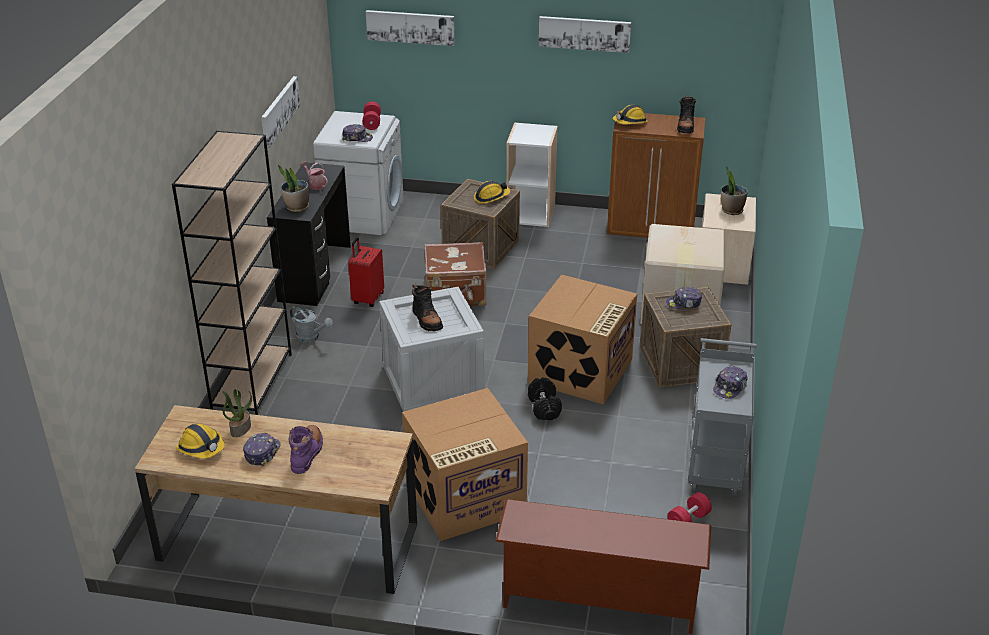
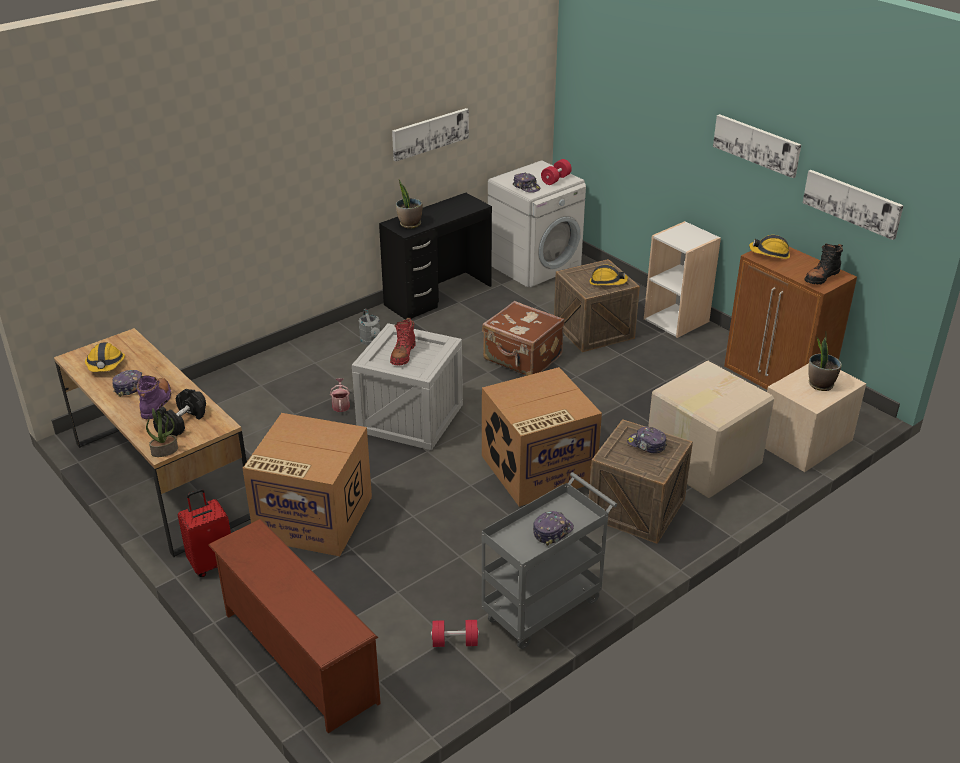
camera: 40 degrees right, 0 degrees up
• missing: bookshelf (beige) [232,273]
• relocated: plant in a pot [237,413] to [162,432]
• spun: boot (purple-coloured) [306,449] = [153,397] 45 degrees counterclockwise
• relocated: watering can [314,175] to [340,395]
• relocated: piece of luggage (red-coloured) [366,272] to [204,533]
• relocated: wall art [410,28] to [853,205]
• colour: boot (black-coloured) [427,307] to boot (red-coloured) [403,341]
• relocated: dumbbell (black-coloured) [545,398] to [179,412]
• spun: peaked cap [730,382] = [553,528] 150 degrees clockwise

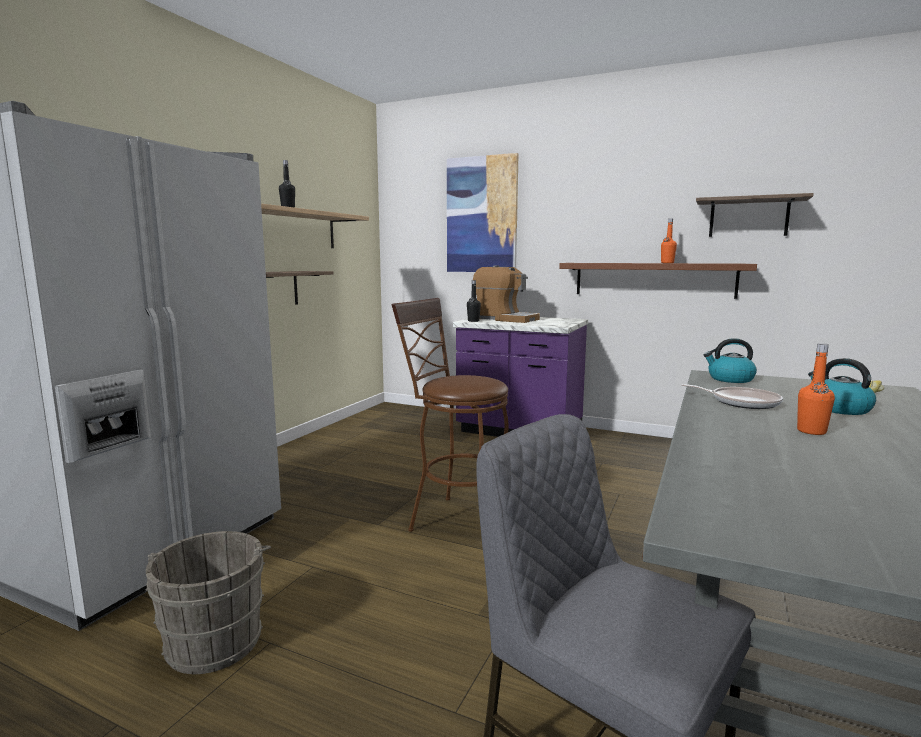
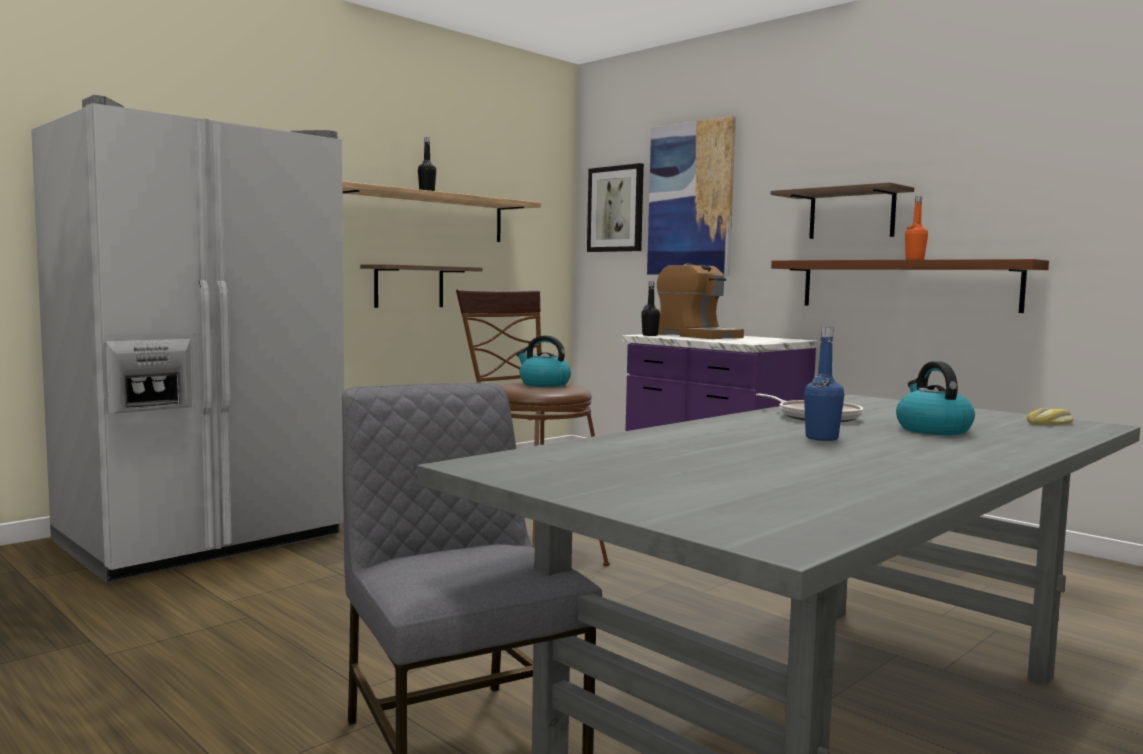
camera: 20 degrees right, 5 degrees down
• missing: water bucket (greyish) [208,602]
• relocated: bracket shelf [755,215] to [842,210]
• relocated: kettle [730,360] to [543,361]
• colour: bottle (orange-coloured) [816,389] to bottle (blue) [824,384]
• appeared: wall art [615,207]

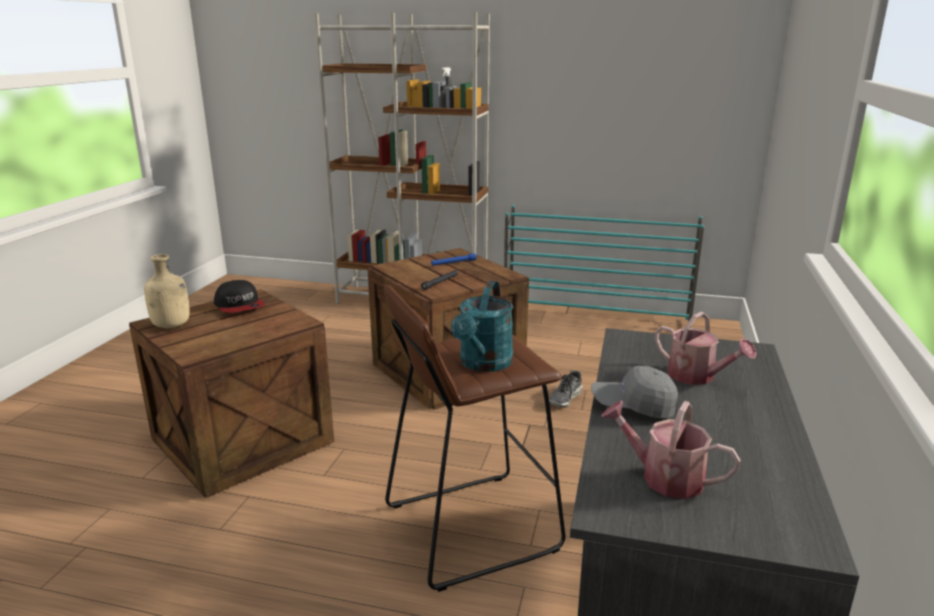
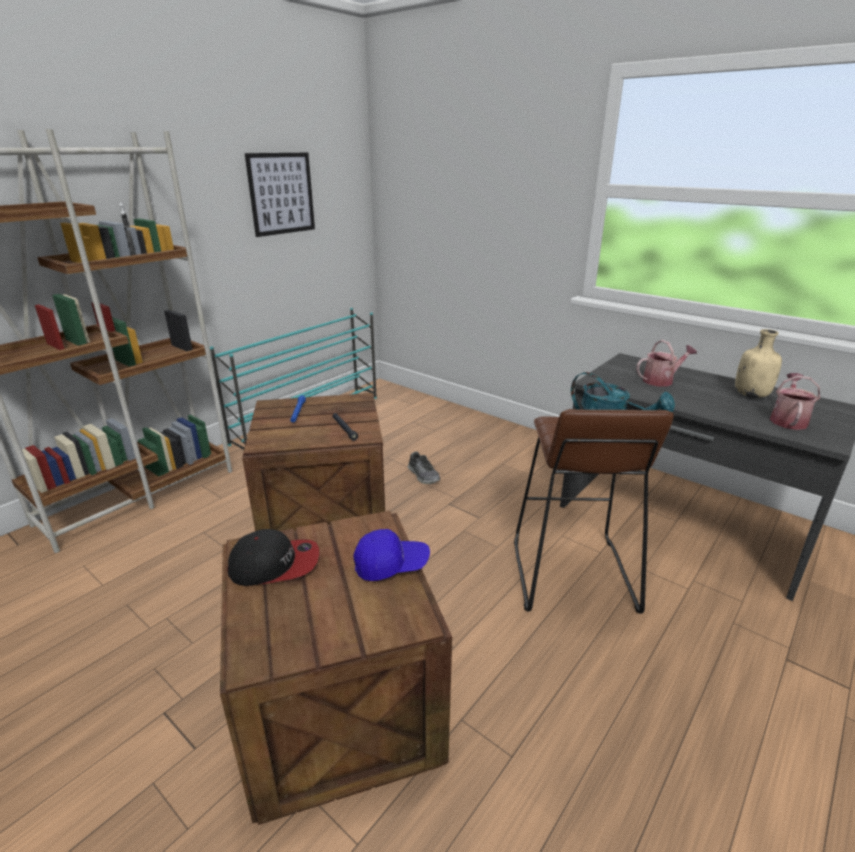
camera: 65 degrees left, 5 degrees up
• relocated: bottle (beige) [167,291] to [758,363]
• missing: peaked cap (greyish) [634,392]
• spun: watering can [671,450] = [795,401] 150 degrees clockwise
• appeared: wall art [280,195]
• appeared: peaked cap (blue) [392,555]

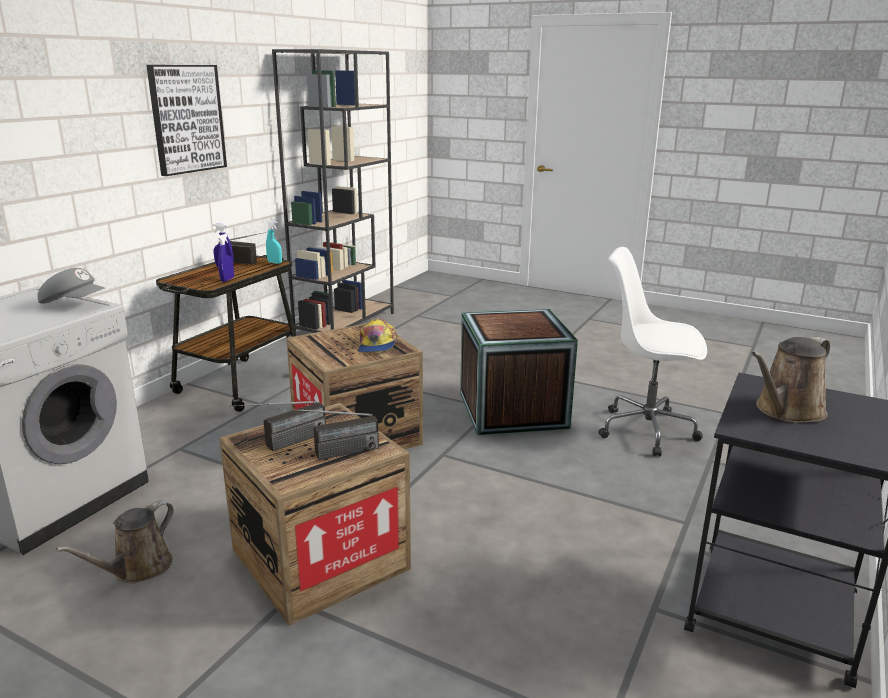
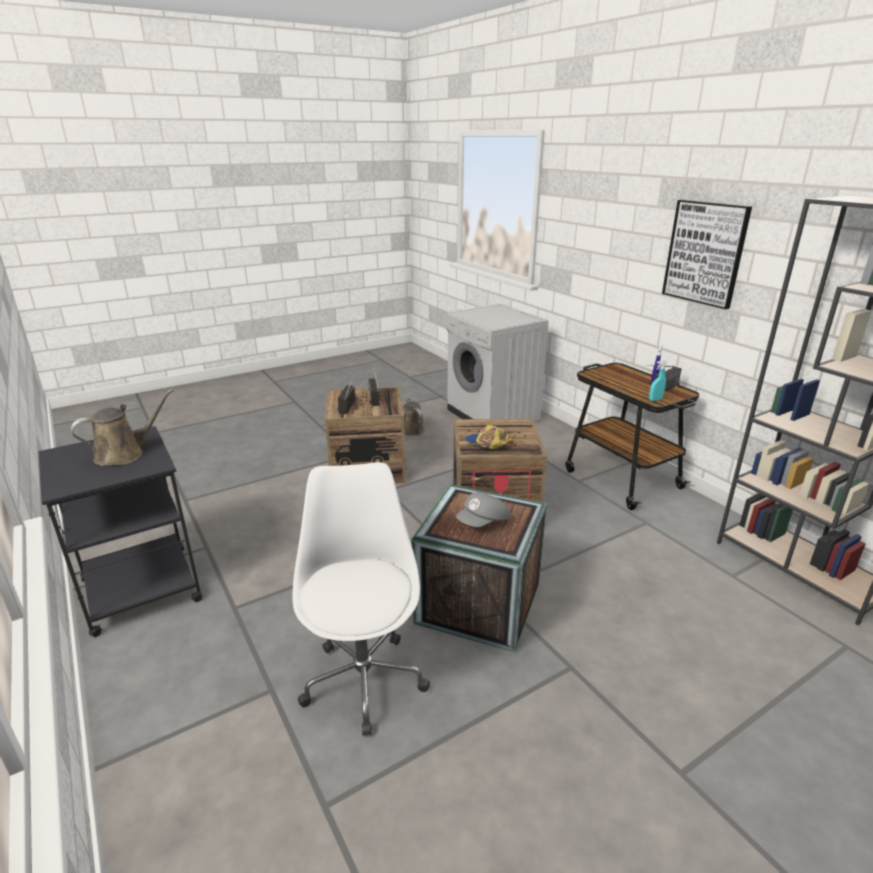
camera: 120 degrees right, 5 degrees up
• relocated: peaked cap (greyish) [71,286] to [483,509]
• missing: sprayer (blue) [226,257]
• spun: desk chair (white) [652,352] = [361,599] 60 degrees counterclockwise
• spun: watering can (brown) [790,380] = [122,427] 60 degrees clockwise

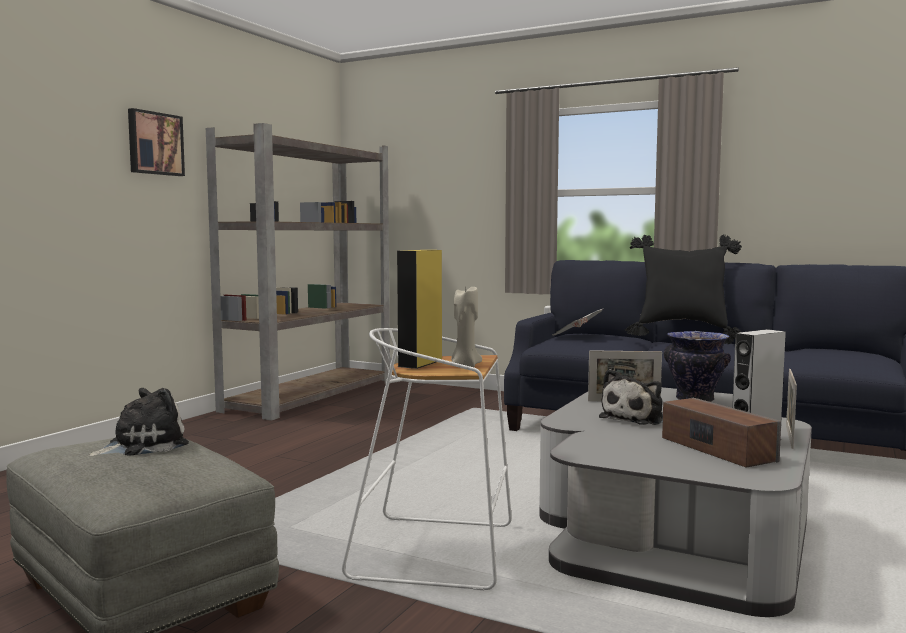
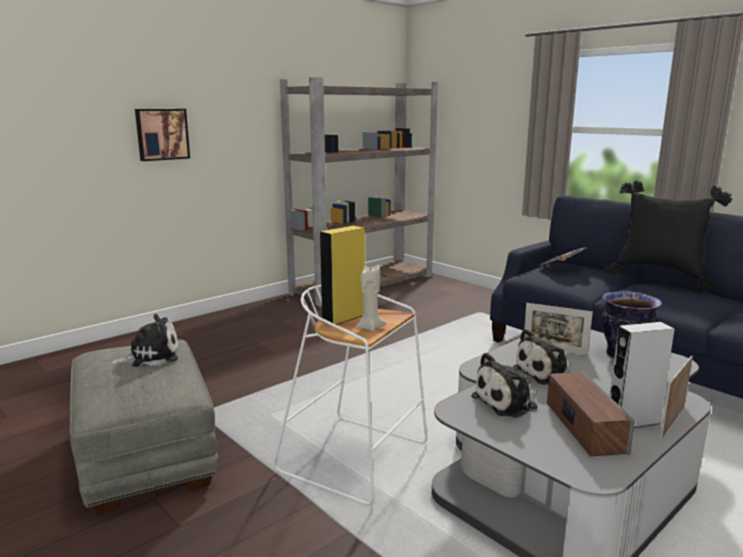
camera: 20 degrees right, 10 degrees up
• relocated: wall art [156,142] to [162,135]
• appeared: plush toy [504,385]

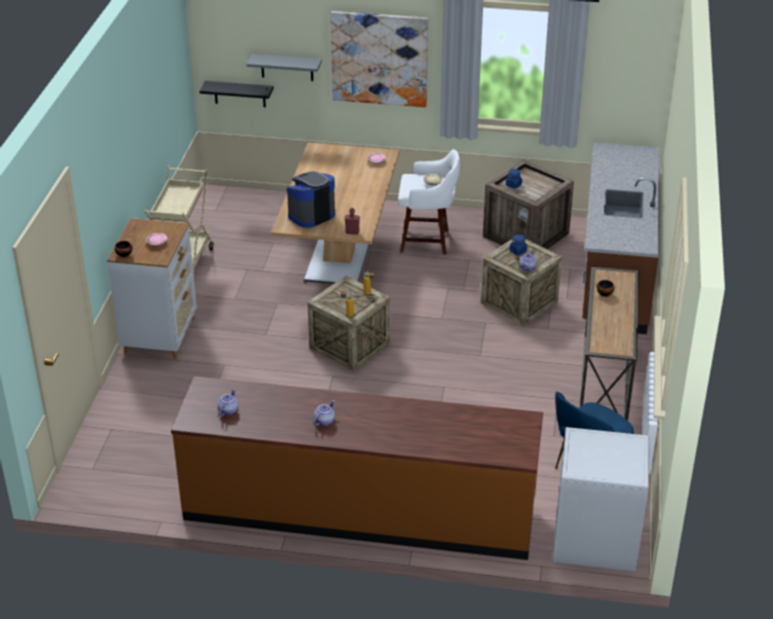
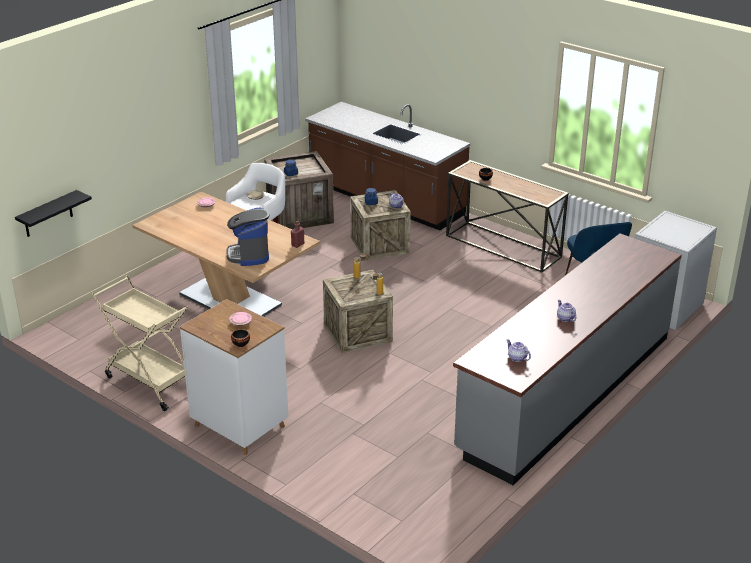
camera: 60 degrees left, 5 degrees down
• colour: kitchen base unit (brown) [357,468] to kitchen base unit (greyish) [567,359]
• missing: bracket shelf (greyish) [284,67]
• missing: wall art [379,59]

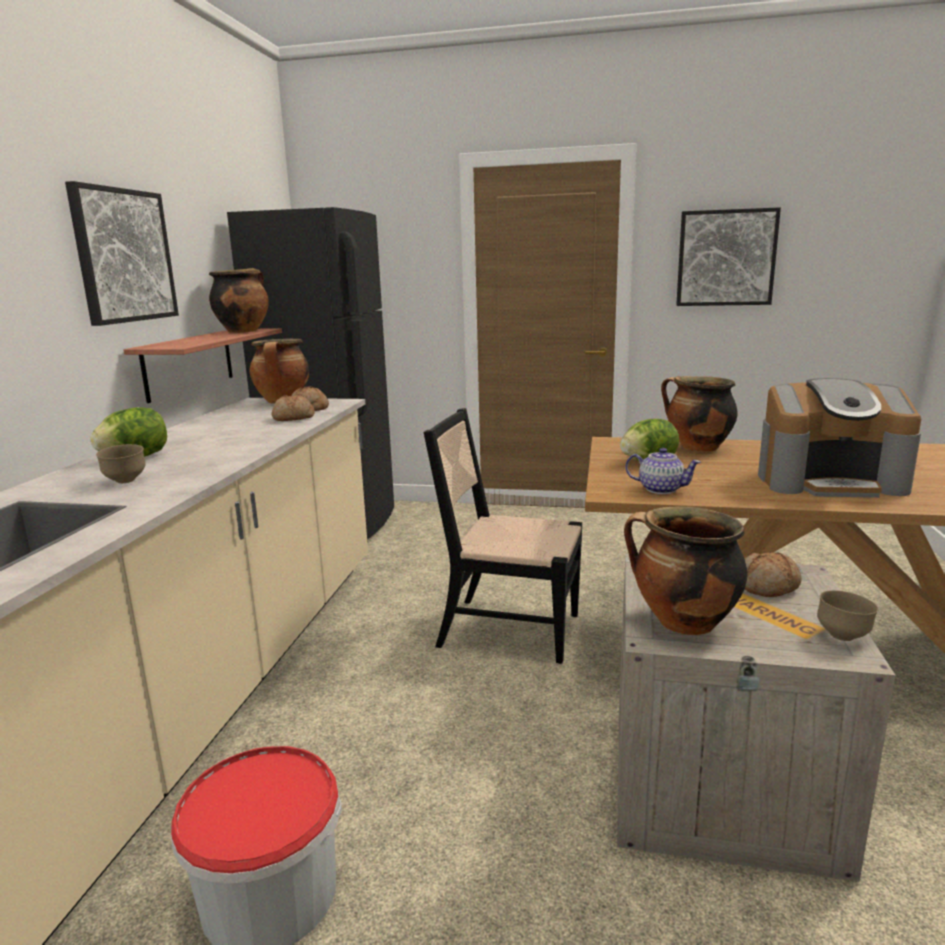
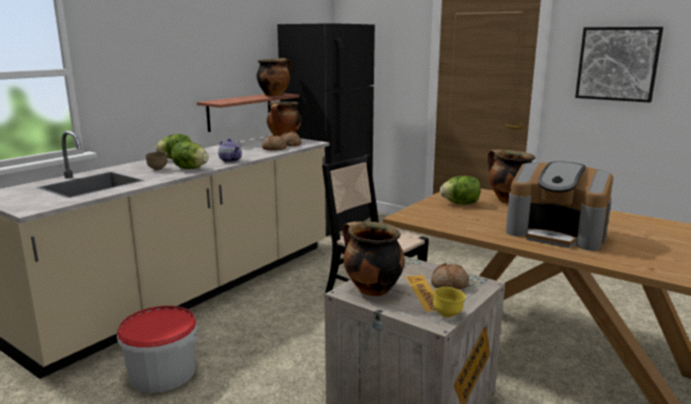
camera: 25 degrees right, 0 degrees up
• missing: wall art [122,253]
• relocated: tea pot [663,471] to [230,150]
• colour: serving bowl (brown) [847,615] to serving bowl (yellow-coloured) [449,302]
• appeared: lettuce head [190,155]

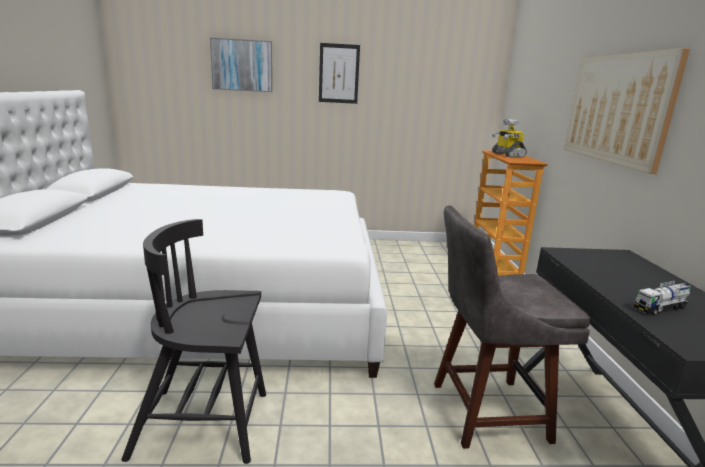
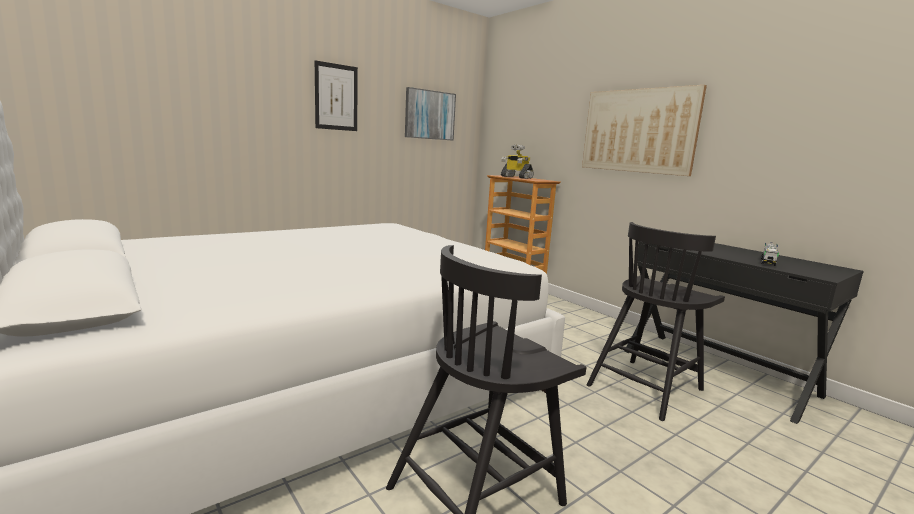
camera: 35 degrees left, 5 degrees down
• relocated: wall art [241,65] to [430,114]
• exchanged: sitting stool (greyish) [512,327] to upright chair (black-coloured) [656,321]

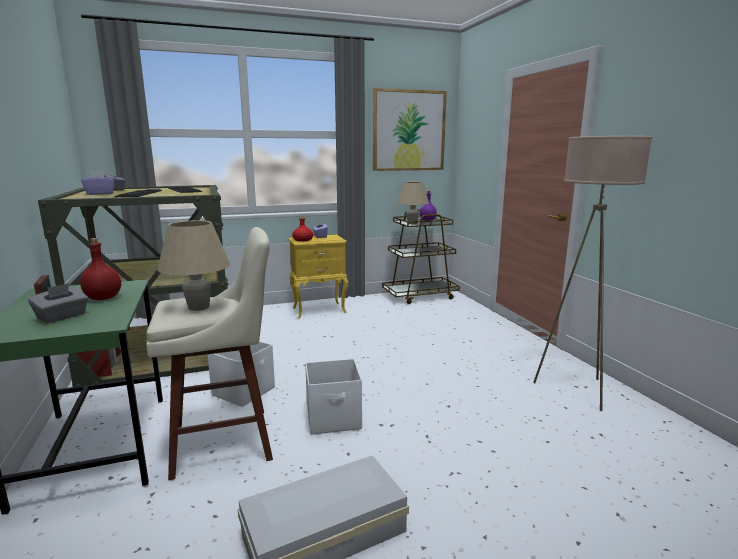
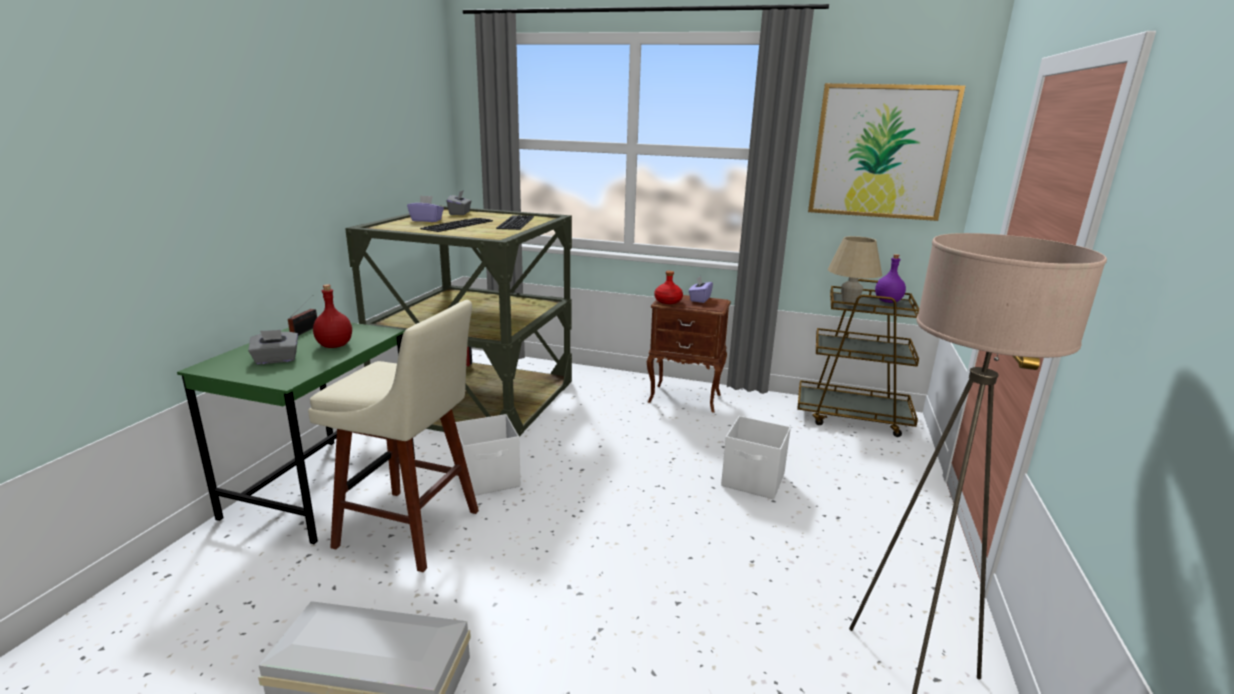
camera: 35 degrees right, 5 degrees up
• missing: table lamp (beige) [193,265]
• colour: bedside table (yellow-coloured) [318,276] to bedside table (brown) [689,354]
• relocated: storage bin (white) [333,397] to [756,457]

